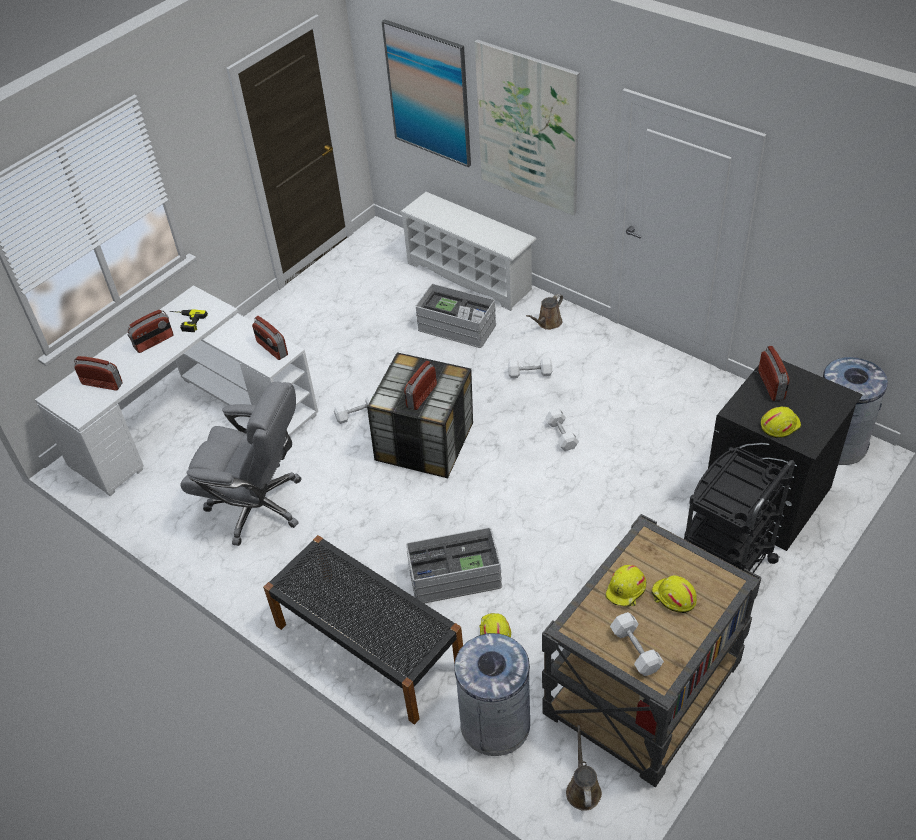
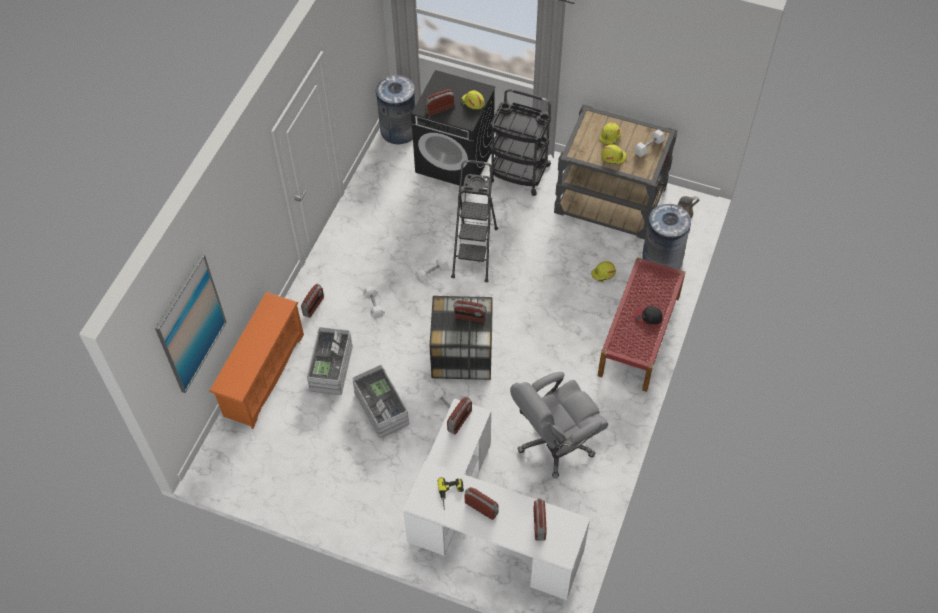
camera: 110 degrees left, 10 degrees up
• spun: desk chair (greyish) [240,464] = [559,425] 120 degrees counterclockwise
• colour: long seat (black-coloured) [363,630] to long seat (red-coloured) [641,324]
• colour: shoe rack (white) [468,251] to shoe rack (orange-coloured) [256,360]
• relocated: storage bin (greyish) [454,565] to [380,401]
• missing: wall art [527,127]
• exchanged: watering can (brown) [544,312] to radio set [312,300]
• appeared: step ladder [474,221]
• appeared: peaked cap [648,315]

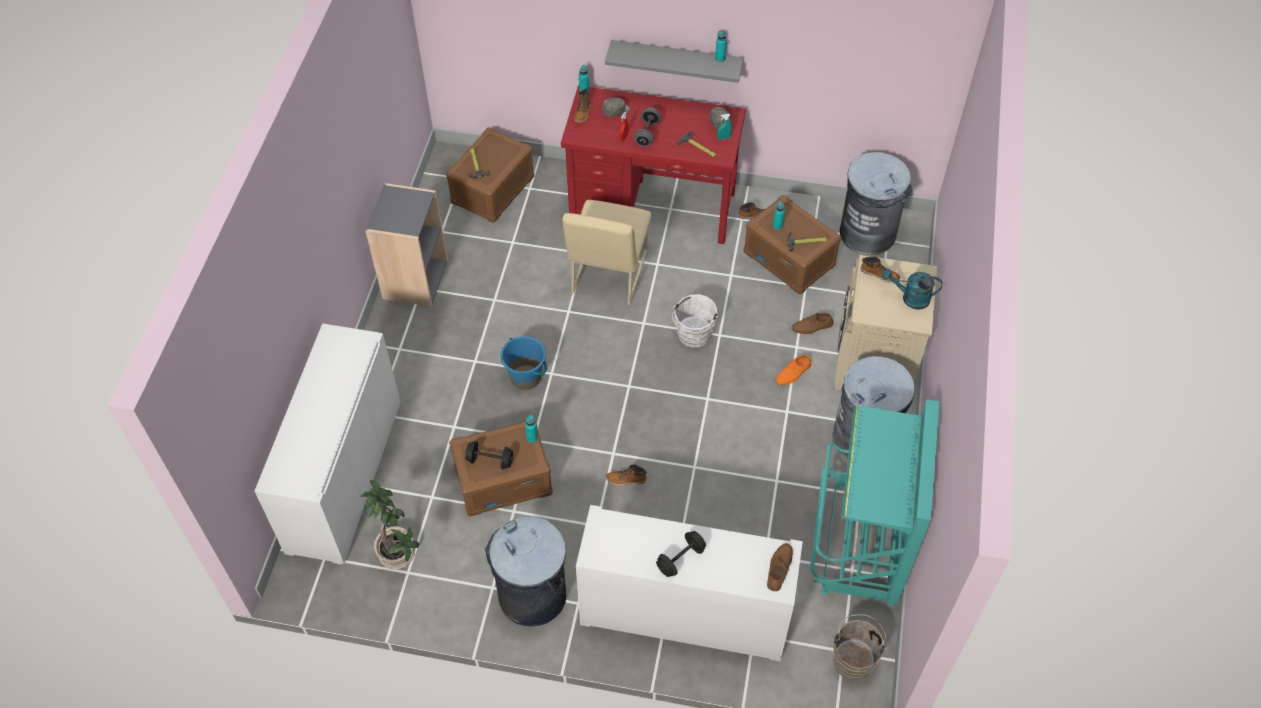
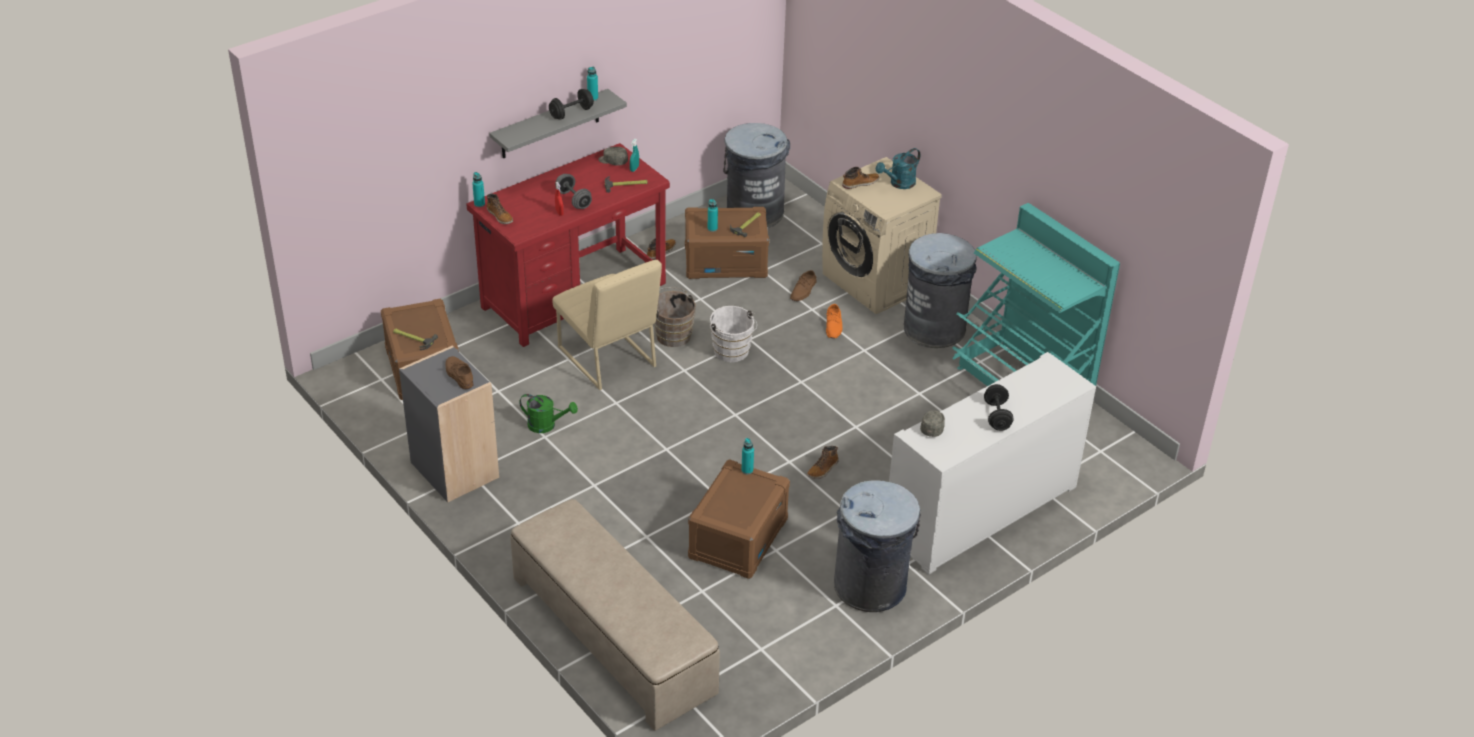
camera: 50 degrees left, 15 degrees down
• exchanged: cabinet (white) [328,444] to long seat (beige) [615,615]
• missing: plant in a pot [390,524]
• relocated: dumbbell (black-coloured) [489,455] to [571,104]
• missing: water bucket (blue) [523,363]
• relocated: peaked cap (greyish) [616,107] to [932,423]
• relocated: low shoe (brown) [780,567] to [460,372]
• relocated: water bucket (brown) [860,647] to [675,317]
• appeared: watering can (green-coloured) [548,413]

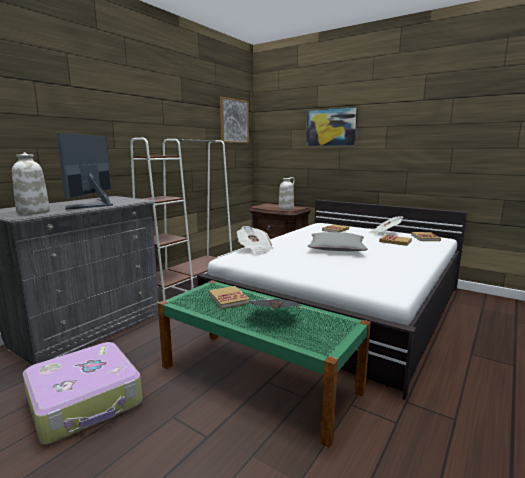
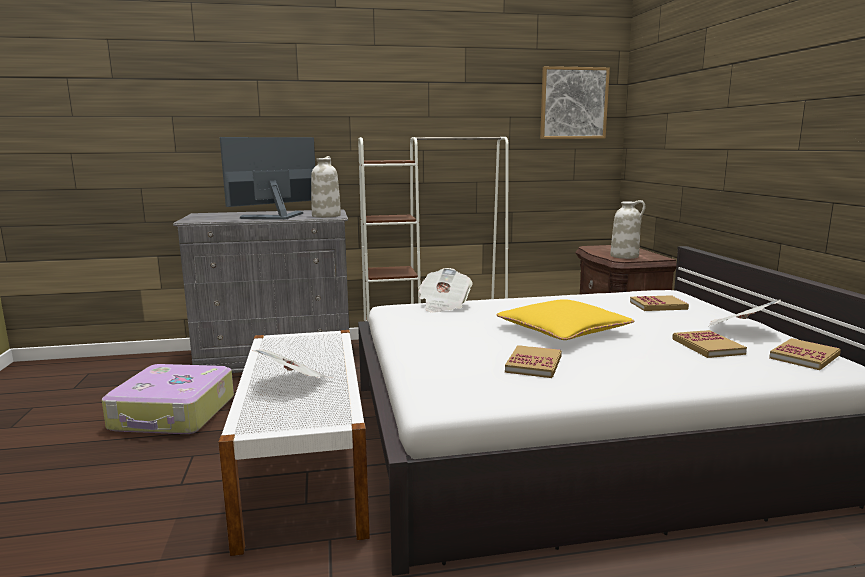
camera: 45 degrees right, 0 degrees up
• relocated: decorative vase (white) [31,183] to [326,187]
• colour: long seat (green-coloured) [264,364] to long seat (white) [294,443]
• relocated: book [229,297] to [533,361]
• missing: wall art [332,126]
• colour: throw pillow (greyish) [338,241] to throw pillow (yellow-coloured) [565,319]

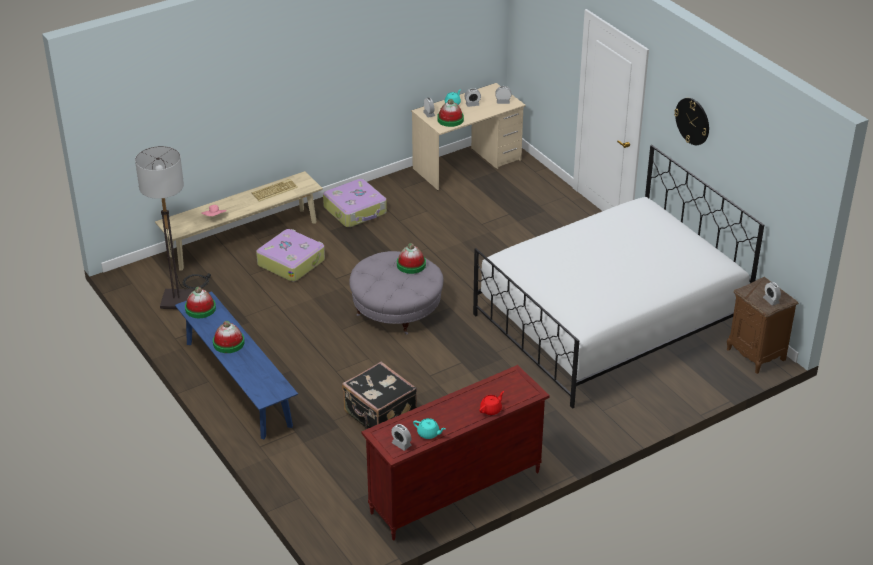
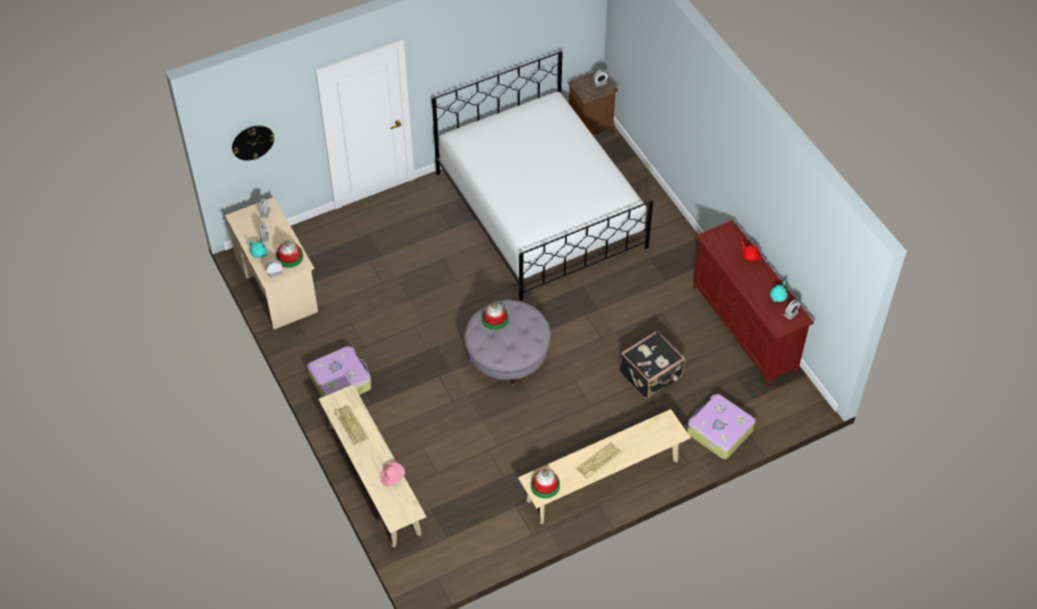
camera: 85 degrees left, 15 degrees up
• missing: standing lamp [173,227]
• colour: long seat (blue) [236,365] to long seat (beige) [604,466]
• exchanged: wearable hat [229,337] to PC keyboard [599,460]
• relocated: piece of luggage [290,255] to [721,426]
• relocated: hanging clock [691,121] to [253,142]

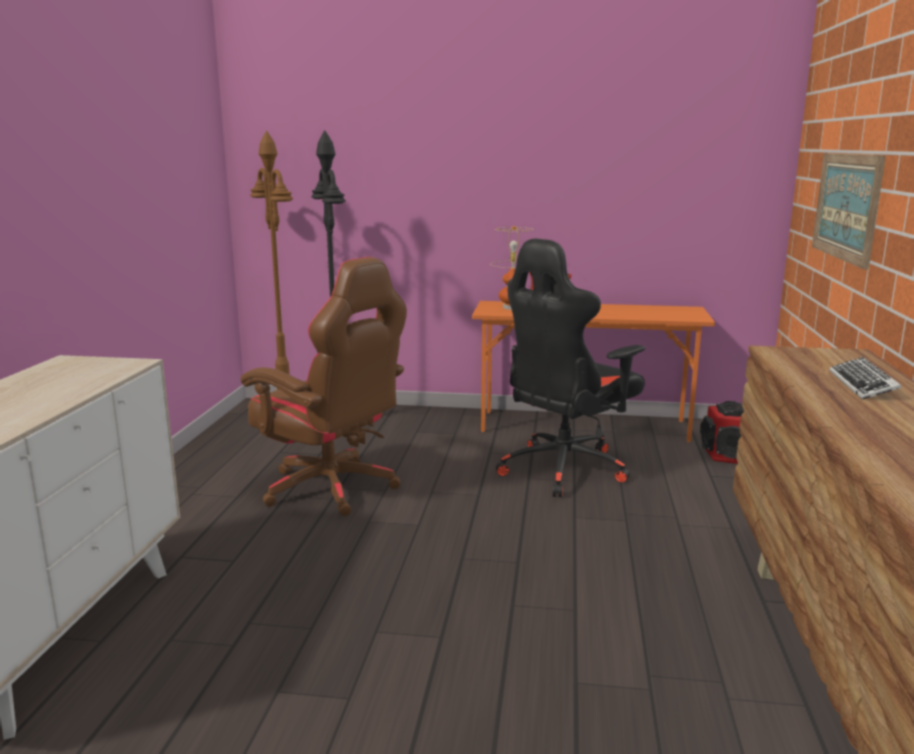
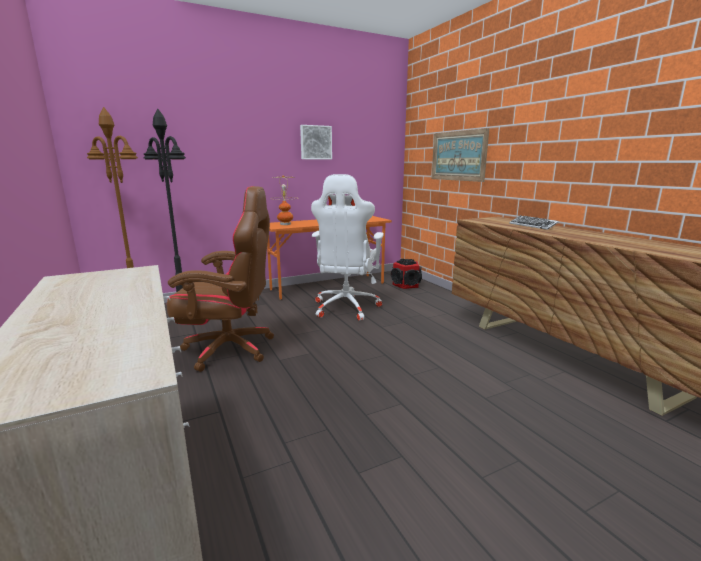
camera: 35 degrees left, 0 degrees up
• colour: desk chair (black-coloured) [570,368] to desk chair (white) [347,247]
• appeared: wall art [316,142]

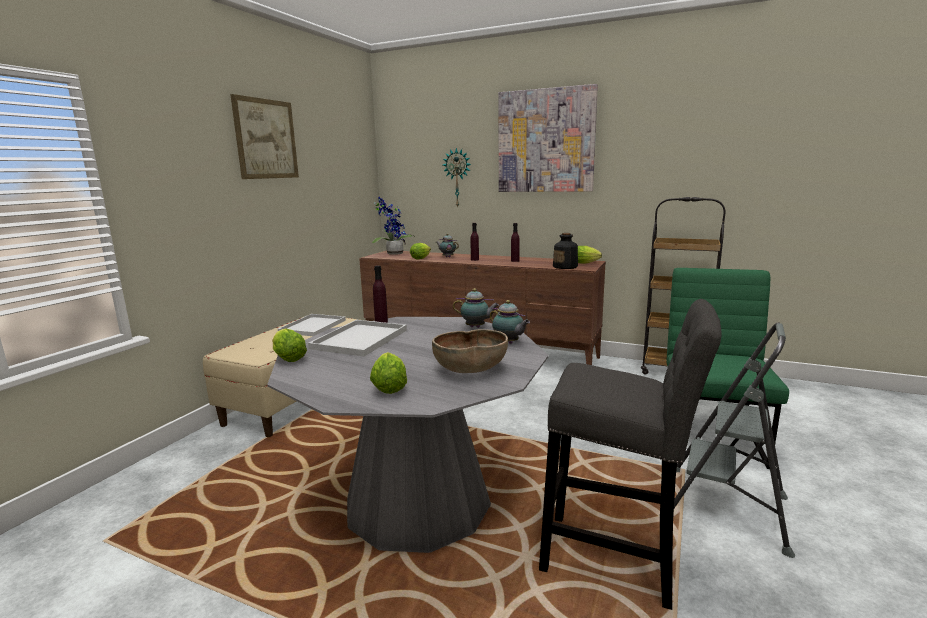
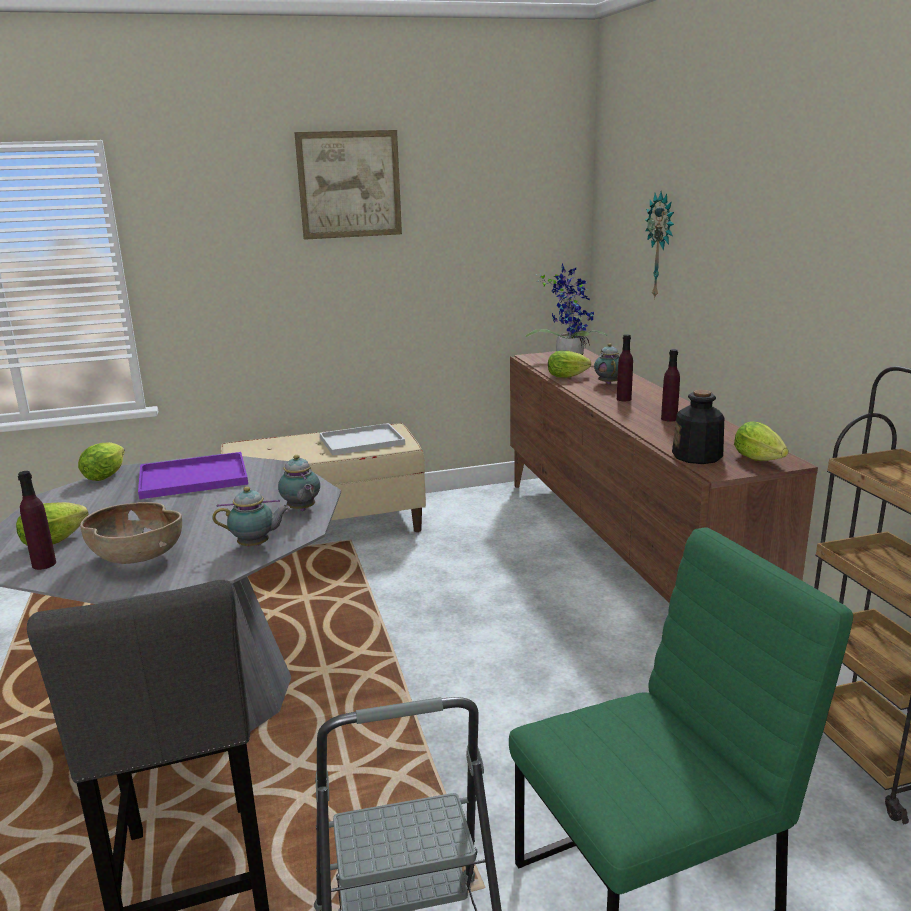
camera: 50 degrees right, 5 degrees up
• colour: carrying tray (white) [357,338] to carrying tray (purple-coloured) [193,475]
• relocated: bottle (purple-coloured) [380,294] to [37,520]
• spun: tea pot [510,322] = [251,517] 105 degrees counterclockwise
• missing: wall art [548,138]

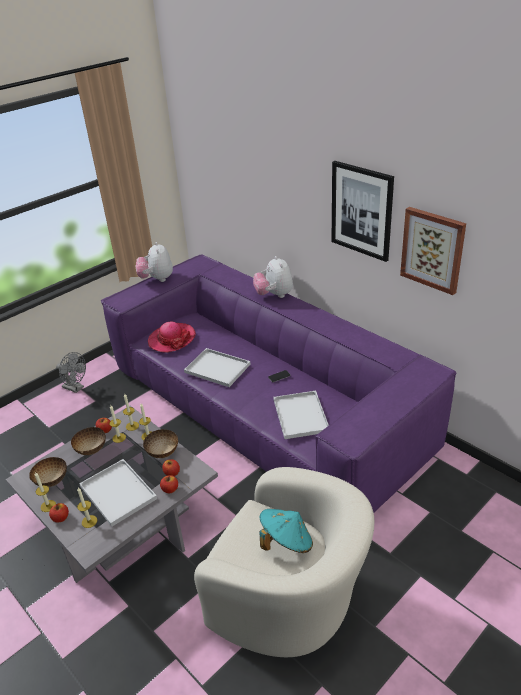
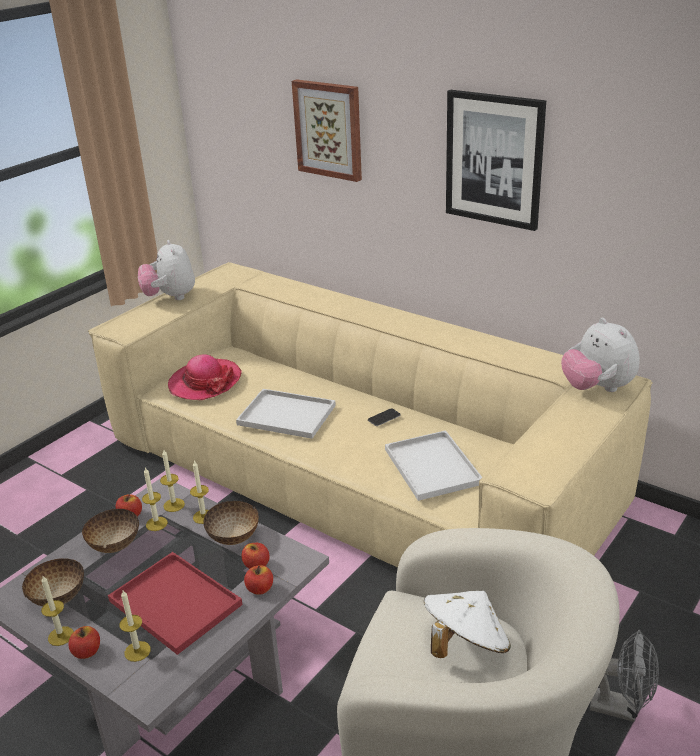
camera: 10 degrees left, 5 degrees down
• relocated: cooling fan (greyish) [71,372] to [624,676]
• colour: carrying tray (white) [118,493] to carrying tray (red-coloured) [175,603]
• colour: couch (purple-coloured) [278,383] to couch (beige) [370,414]
• relocated: plush toy [273,277] to [600,355]
• colour: wearable hat (blue-green) [286,531] to wearable hat (white) [467,624]
• relocated: wall art [433,251] to [327,130]

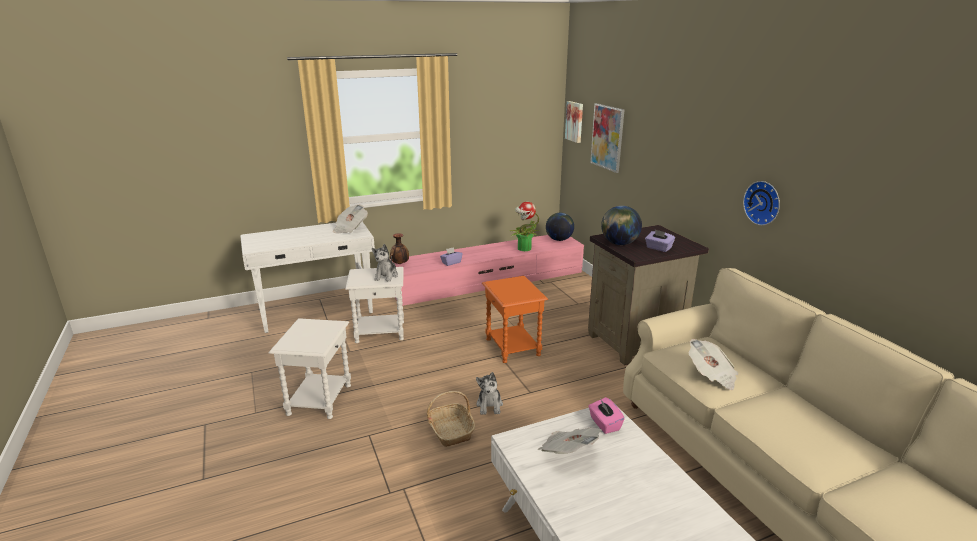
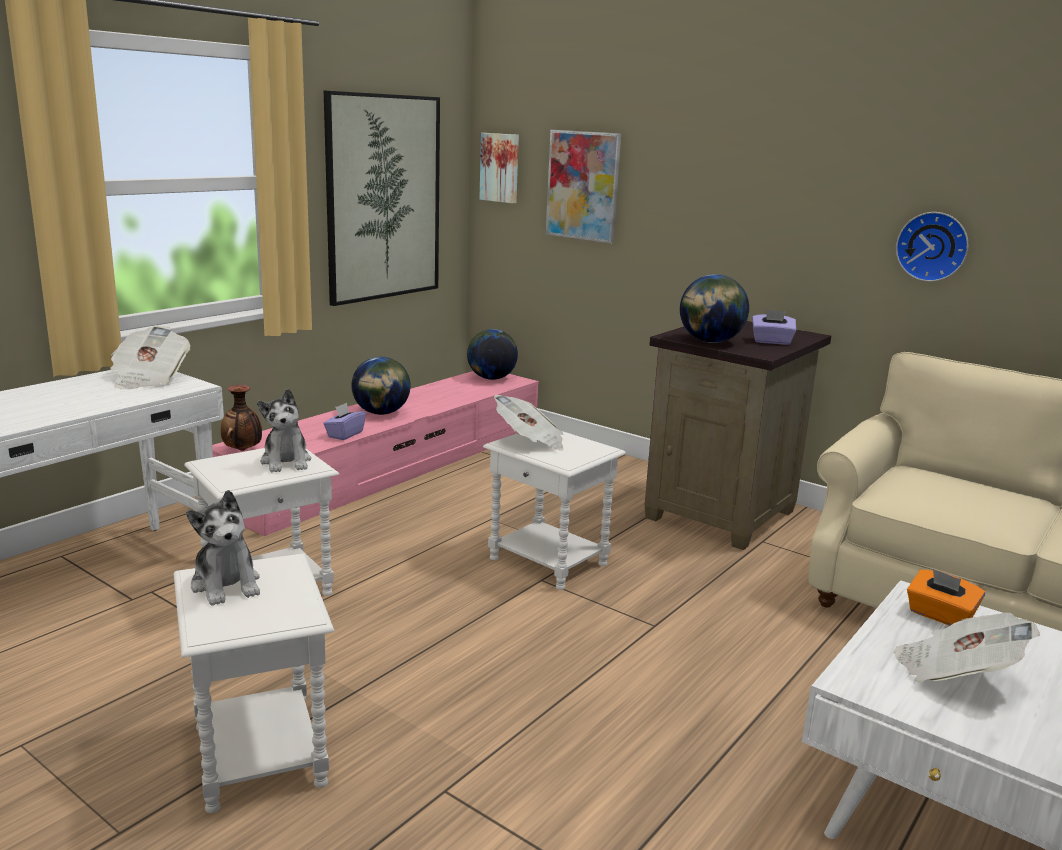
camera: 30 degrees left, 5 degrees down
• missing: household basket [451,419]
• relocated: plush toy [489,393] to [223,548]
• colour: side table (orange-coloured) [515,319] to side table (white) [554,510]
• missing: plant in a pot [525,226]
• colour: tissue box (pinkish) [606,415] to tissue box (orange-coloured) [946,597]
• relocated: newspaper [713,364] to [528,423]
• appeared: wall art [382,198]
• appeared: desk globe [381,386]

